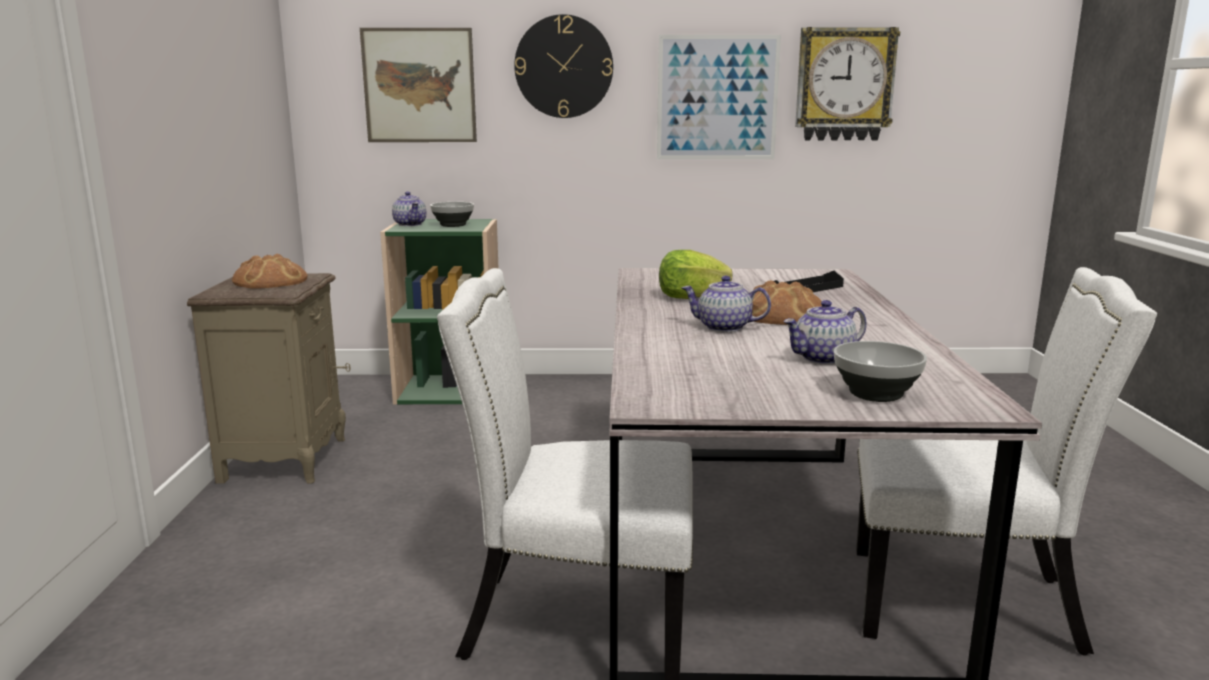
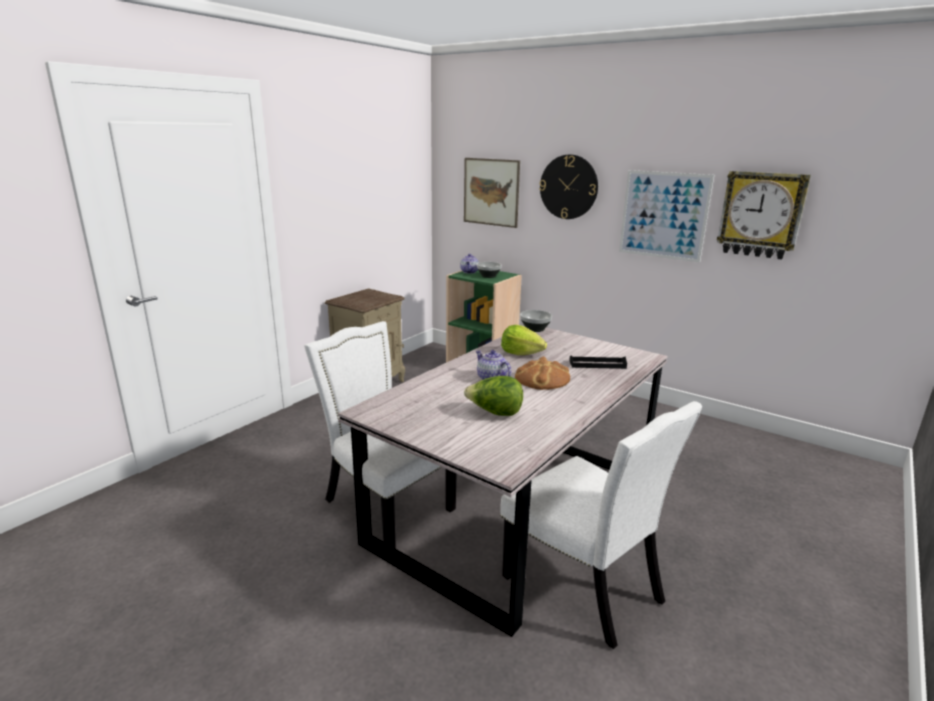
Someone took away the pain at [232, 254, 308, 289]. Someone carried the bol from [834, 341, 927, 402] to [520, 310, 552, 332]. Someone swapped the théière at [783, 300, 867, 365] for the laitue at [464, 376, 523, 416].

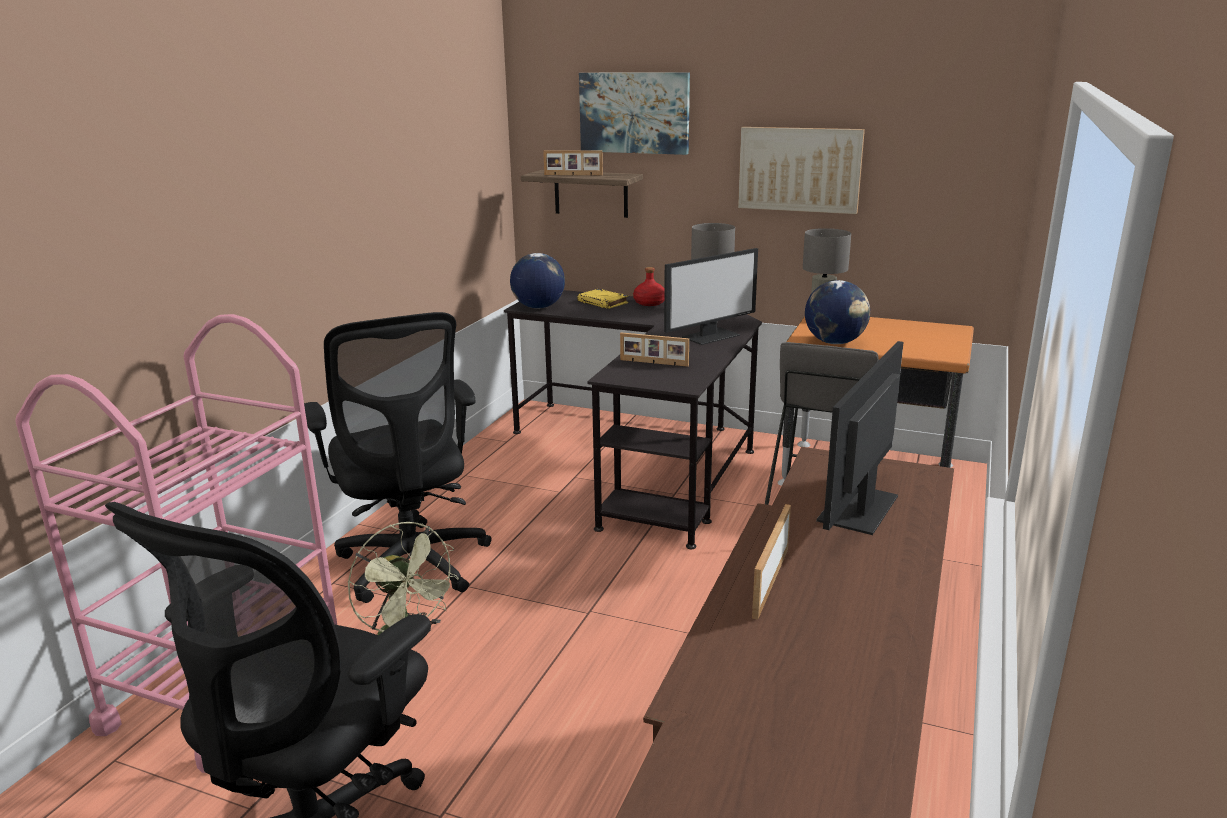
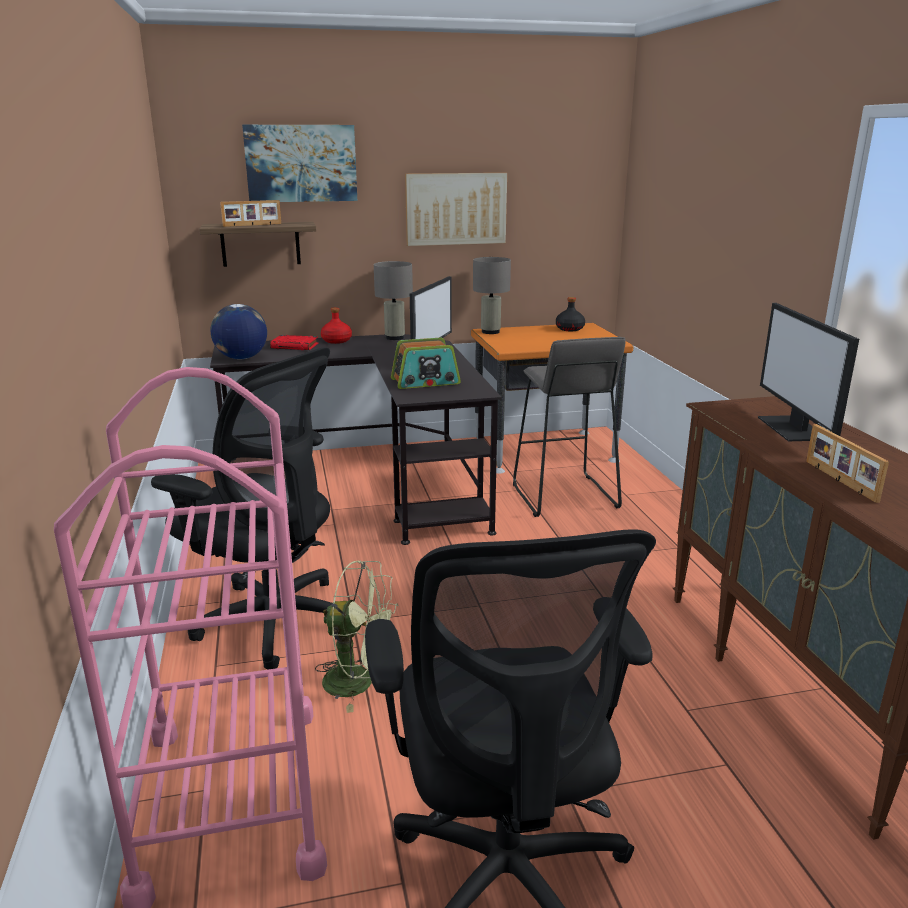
Someone took away the globe at [805, 280, 870, 344]. Someone put down the bouteille [noir] at [556, 297, 585, 331]. Someone swapped the cadre photo at [620, 332, 689, 367] for the radio at [391, 337, 461, 389]. Someone repainted the livre [jaune] at [577, 289, 628, 309], which became the livre [rouge] at [270, 335, 318, 350].

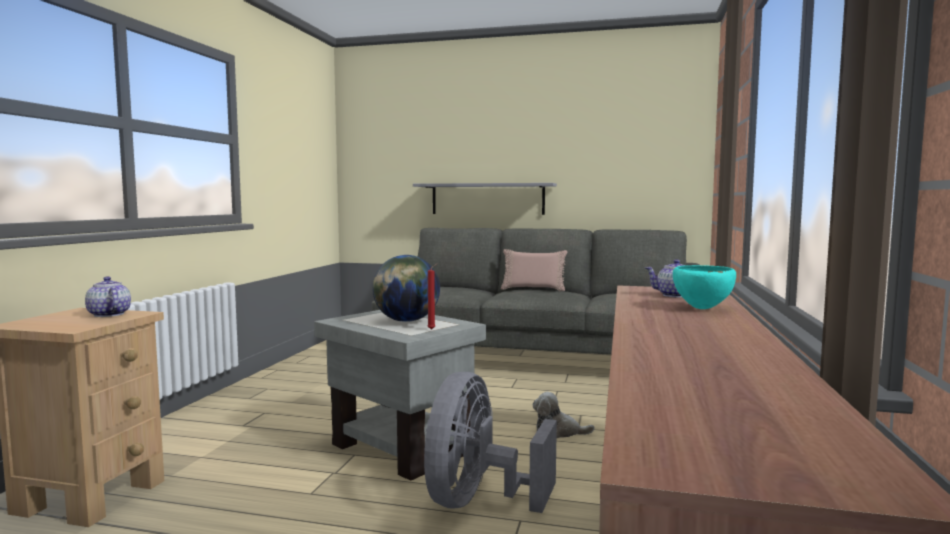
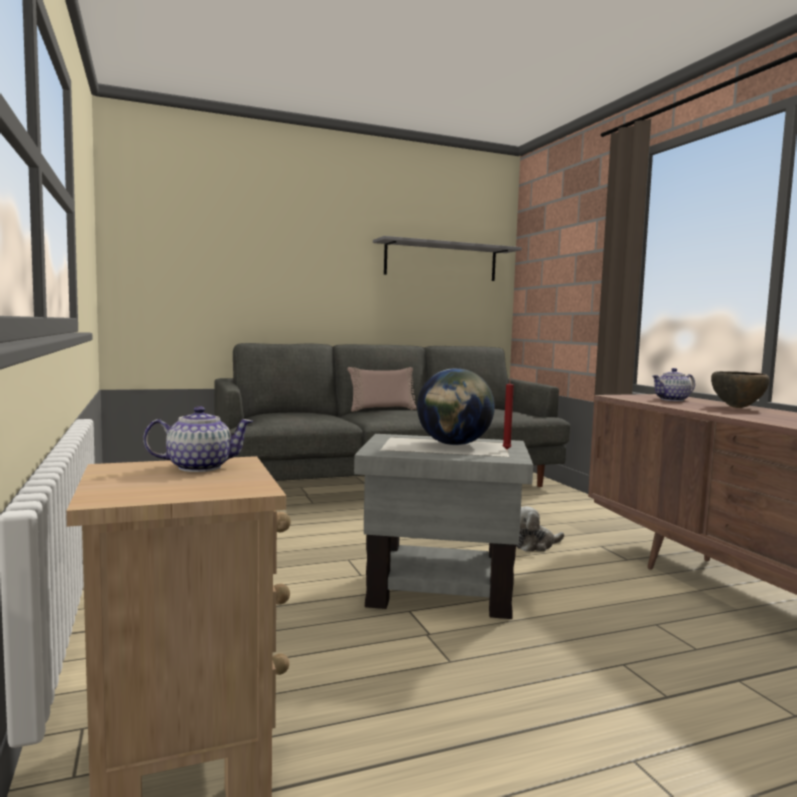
Someone took away the ventilateur [gris] at [424, 372, 557, 513]. Someone carried the étagère [gris] from [413, 183, 557, 215] to [373, 236, 522, 281]. Someone repainted the bol [turquoise] at [673, 265, 736, 309], which became the bol [marron] at [711, 371, 770, 408]. Someone rotated the théière at [85, 276, 131, 317] by 150 degrees clockwise.

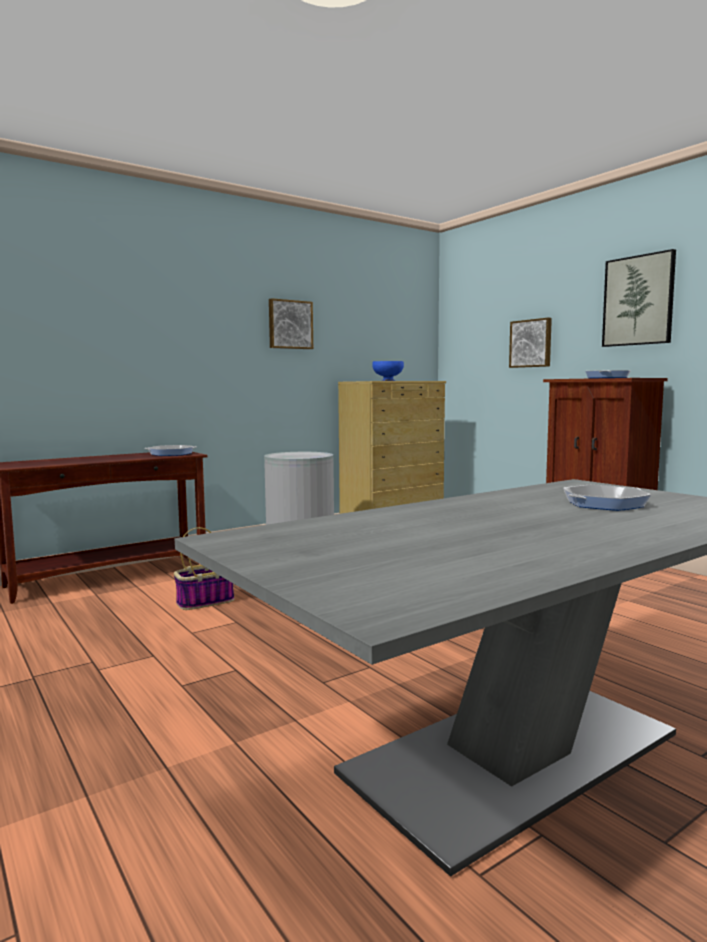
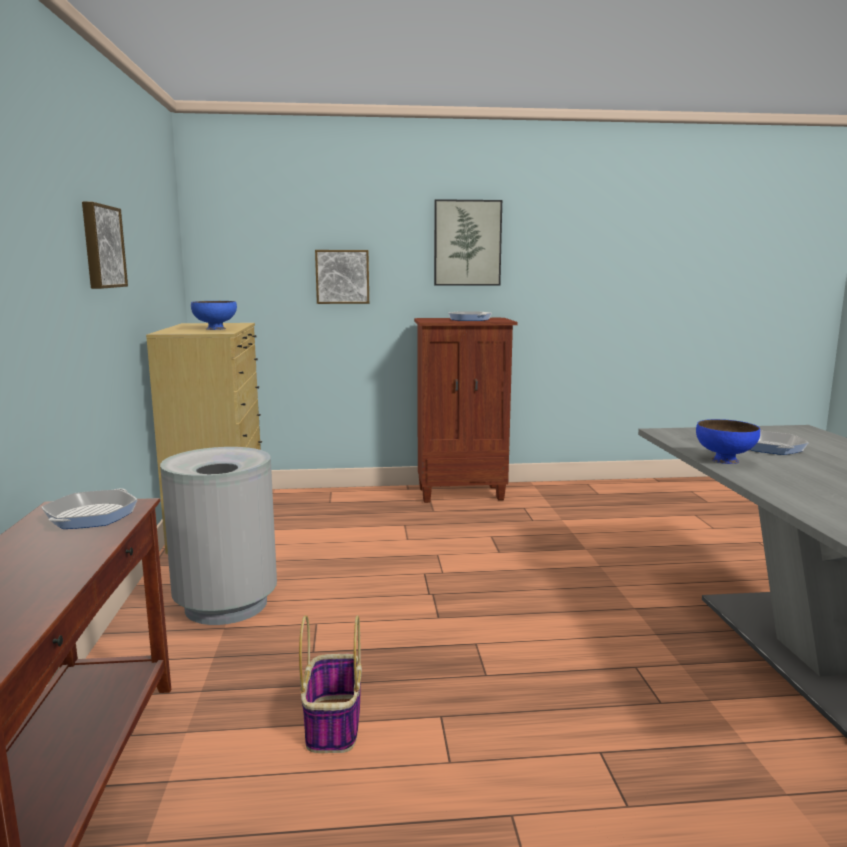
Someone put down the bol [bleu] at [696, 419, 760, 464].

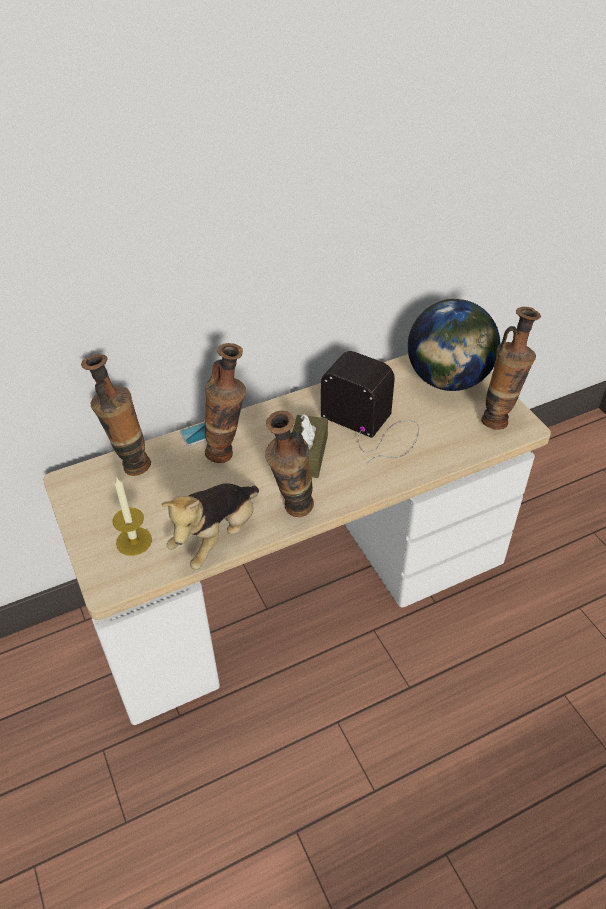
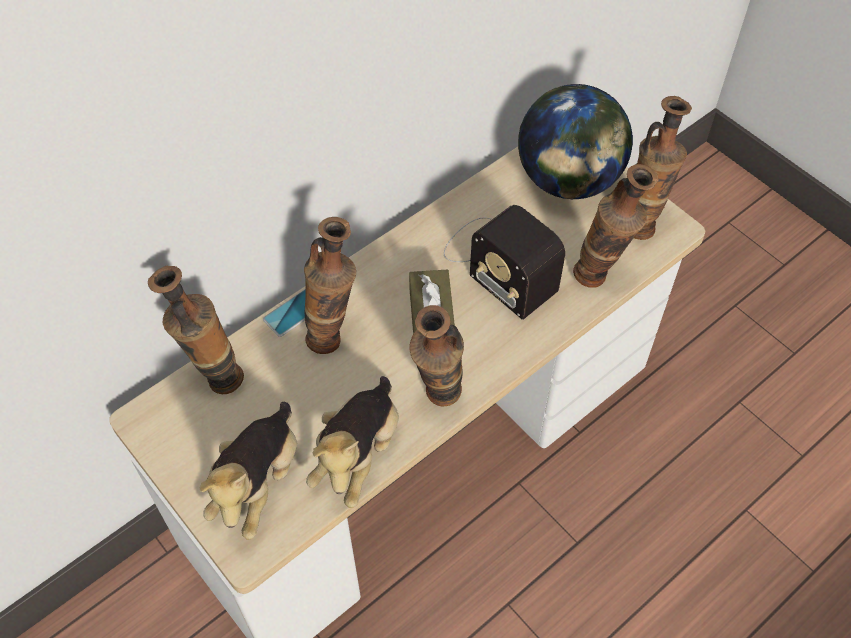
Someone put down the vase at [573, 164, 659, 288]. Someone swapped the bougie at [112, 478, 152, 556] for the peluche at [200, 402, 297, 540]. Someone rotated the radio at [321, 351, 419, 464] by 150 degrees counterclockwise.

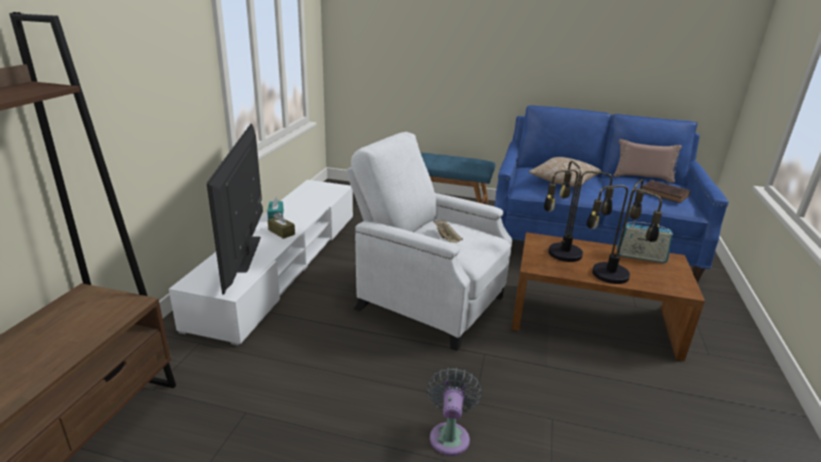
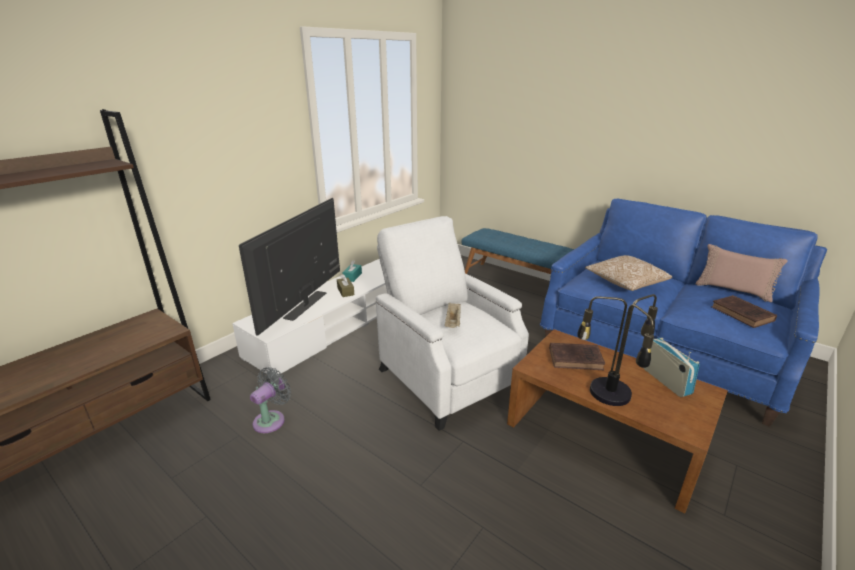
Someone carried the ventilateur [gris] from [427, 368, 482, 456] to [250, 367, 291, 433]. Someone swapped the lampe de table at [544, 161, 614, 262] for the livre [marron] at [549, 343, 605, 370]. Someone rotated the radio at [617, 219, 673, 263] by 150 degrees counterclockwise.

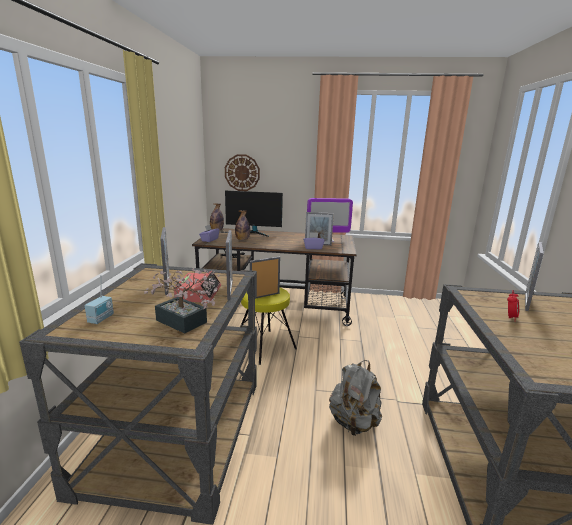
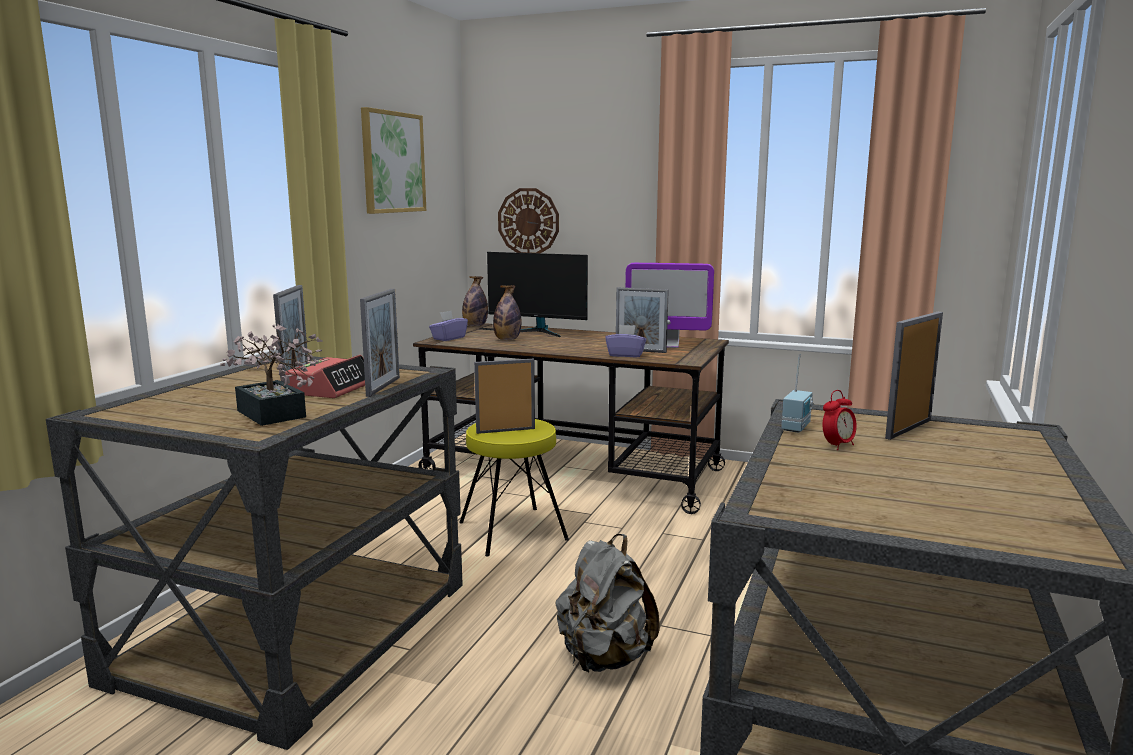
Someone put up the tableau at [361, 107, 426, 214]. Someone carried the radio from [84, 275, 114, 324] to [781, 354, 814, 432].

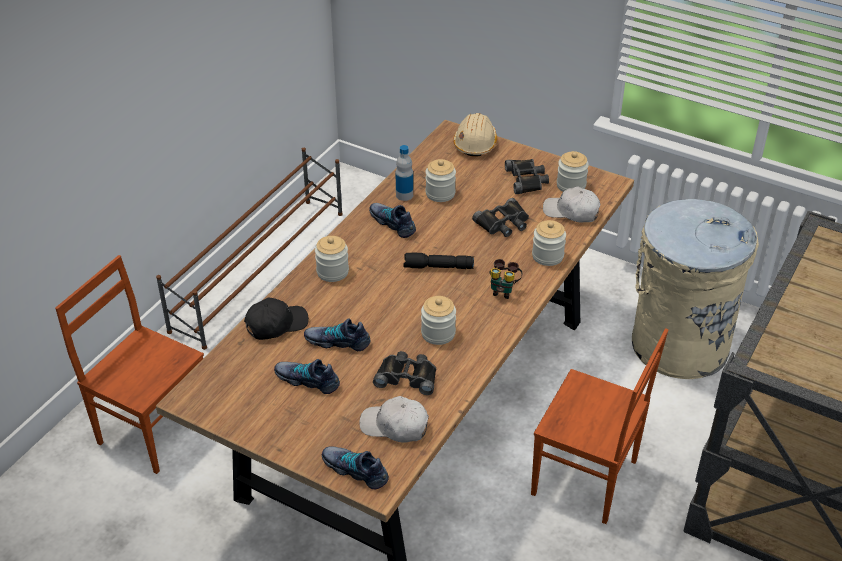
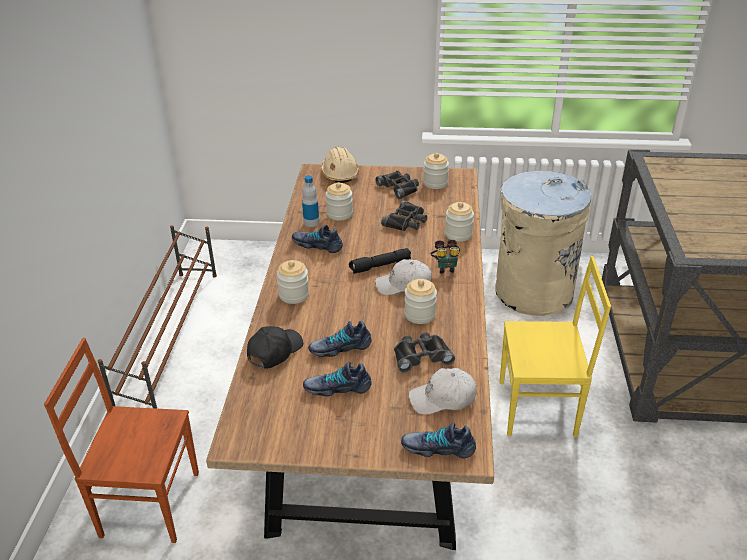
Someone carried the casquette [blanc] from [543, 187, 601, 223] to [375, 259, 432, 295]. Someone repainted the chaise [marron] at [531, 328, 668, 524], which became the chaise [jaune] at [500, 256, 611, 437].

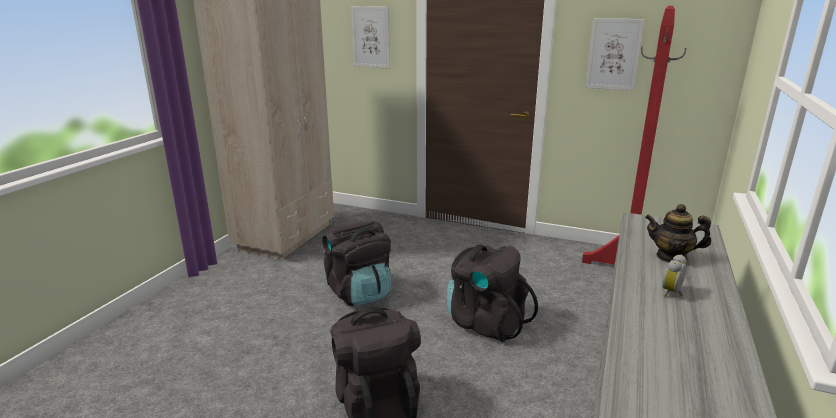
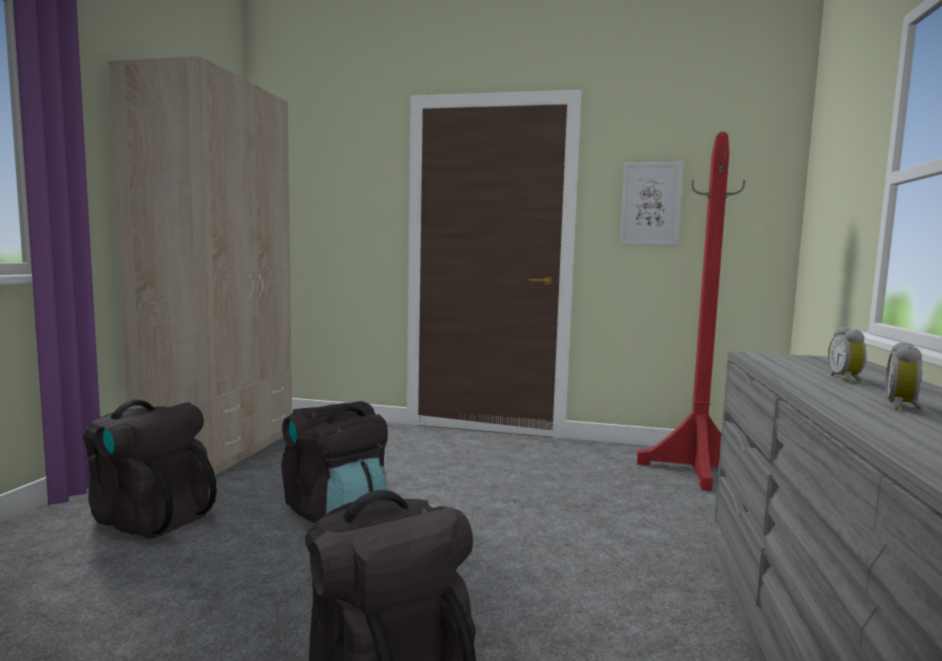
Someone took away the tableau at [351, 6, 390, 69]. Someone carried the sac à dos [noir] from [447, 245, 538, 342] to [83, 400, 217, 539]. Someone swapped the théière at [645, 204, 711, 263] for the réveil at [828, 327, 867, 383].

